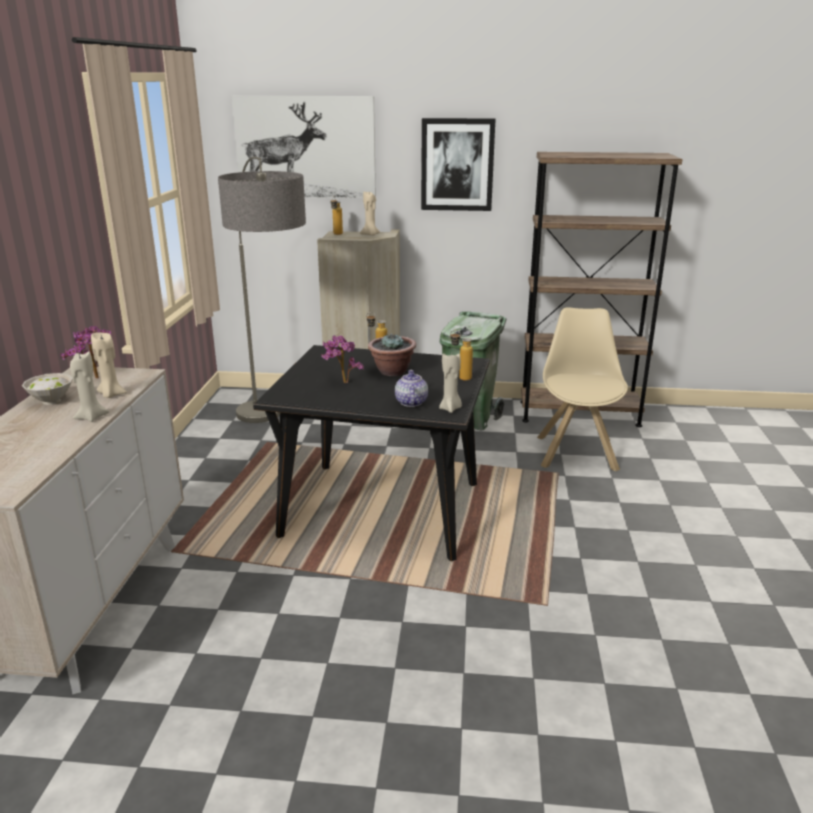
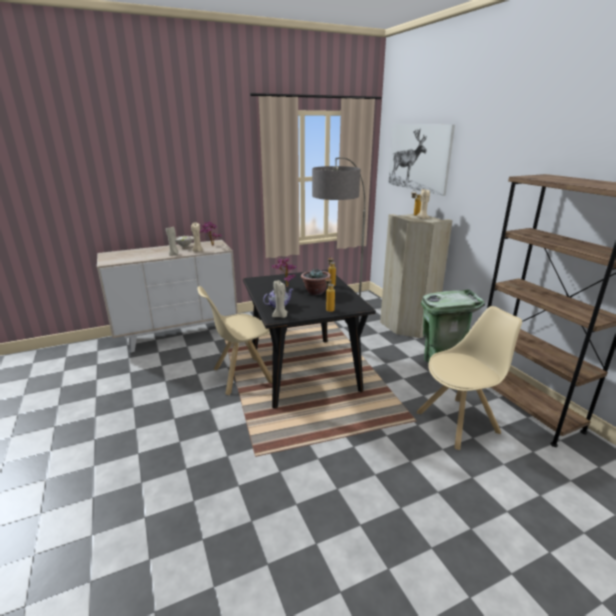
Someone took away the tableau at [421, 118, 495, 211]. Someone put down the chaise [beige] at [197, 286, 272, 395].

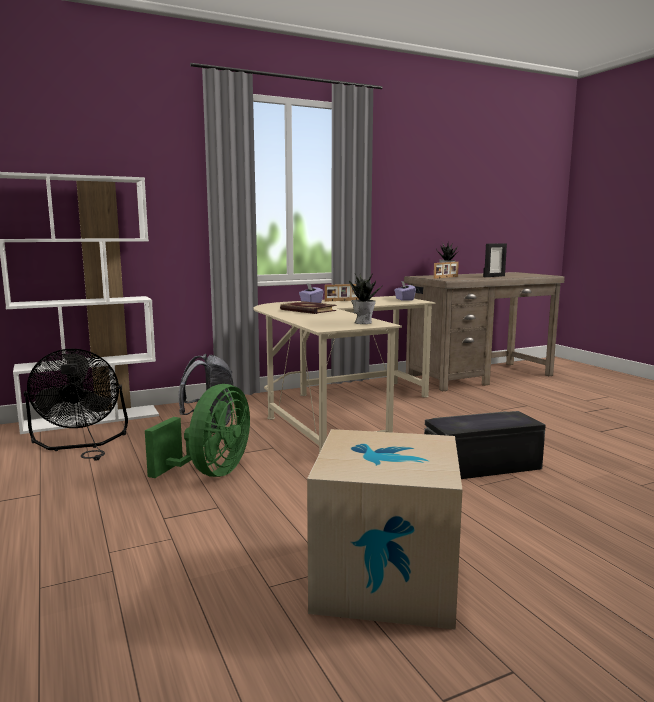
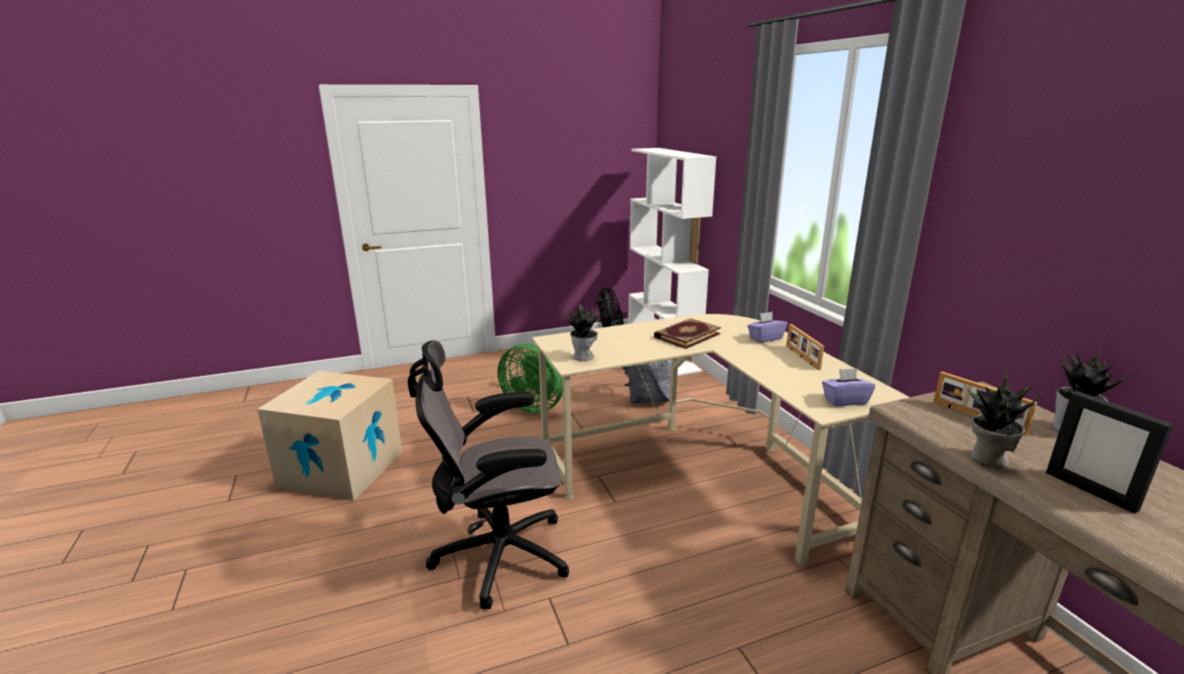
Someone put down the plante en pot at [964, 370, 1042, 469]. Someone swapped the boîte de rangement [noir] at [424, 411, 546, 479] for the chaise de bureau at [408, 341, 569, 609].

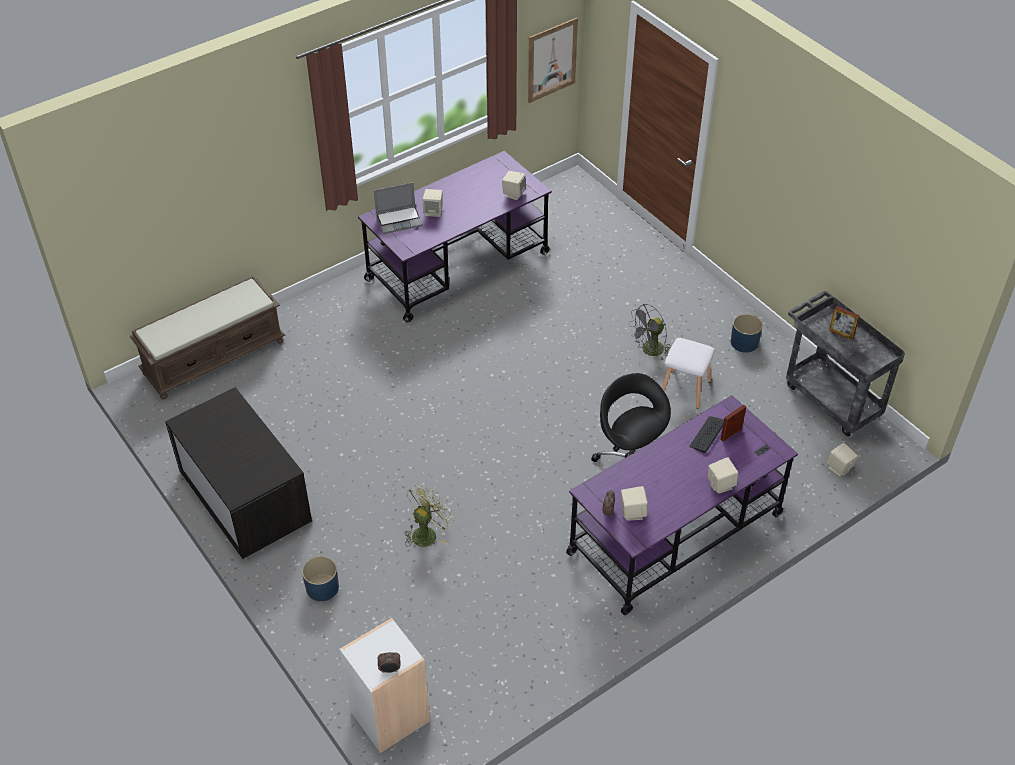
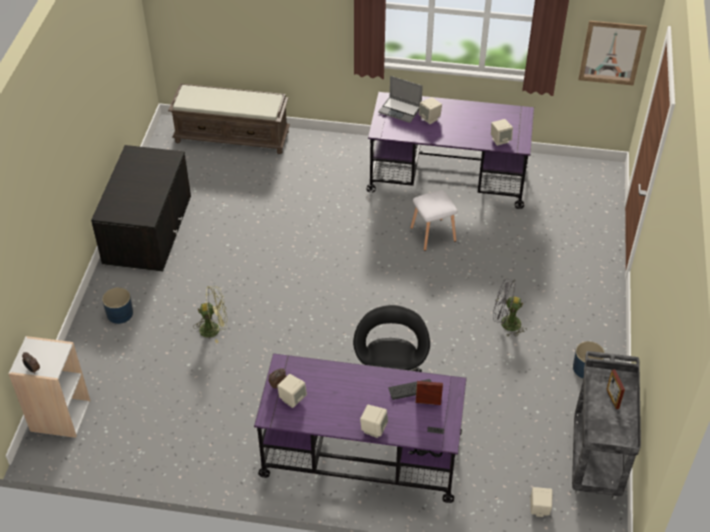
Someone carried the tabouret [blanc] from [662, 338, 715, 409] to [410, 190, 458, 251].

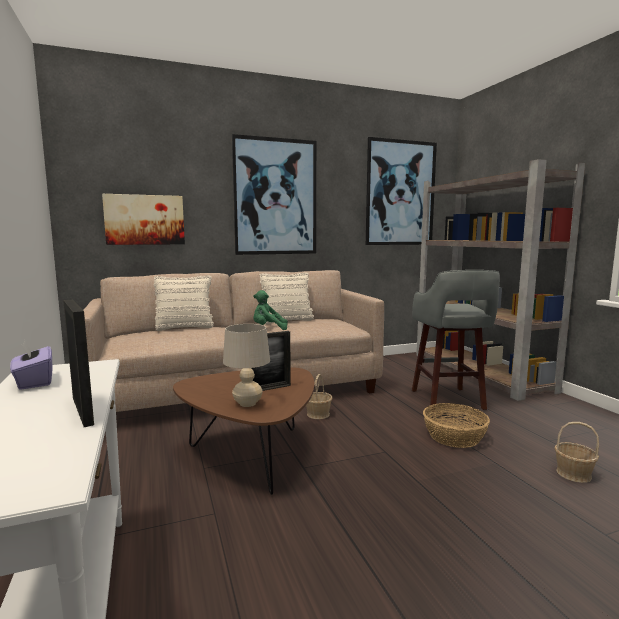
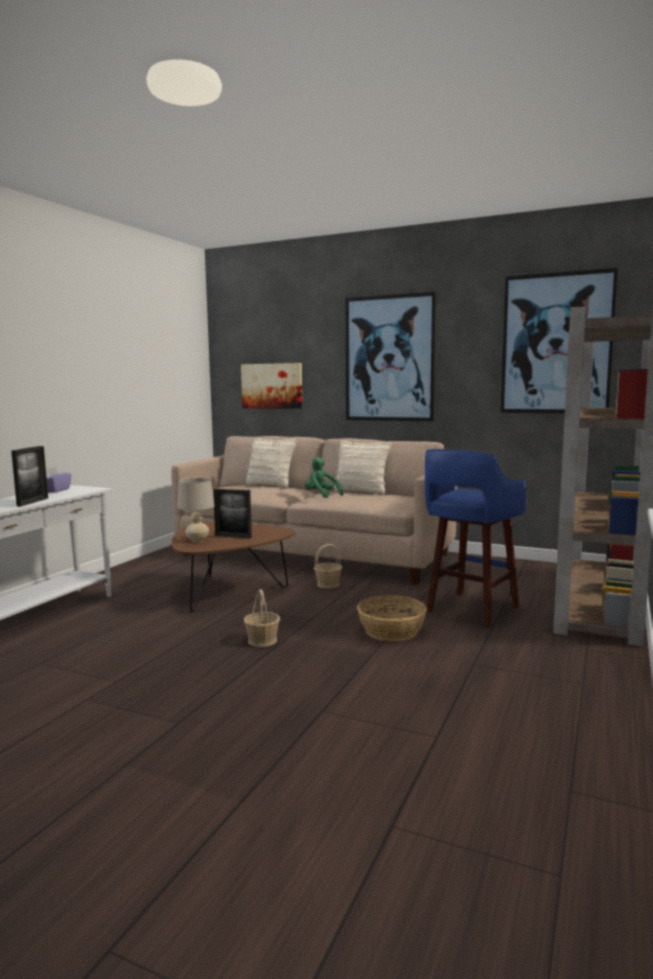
Someone carried the panier from [554, 422, 599, 483] to [244, 589, 280, 647]. Someone repainted the tabouret [gris] at [412, 270, 500, 412], which became the tabouret [bleu] at [425, 449, 527, 627].

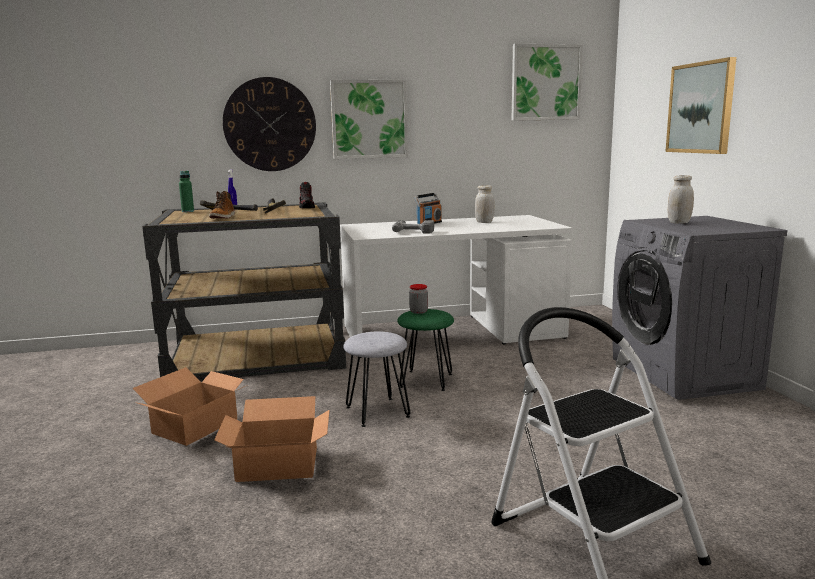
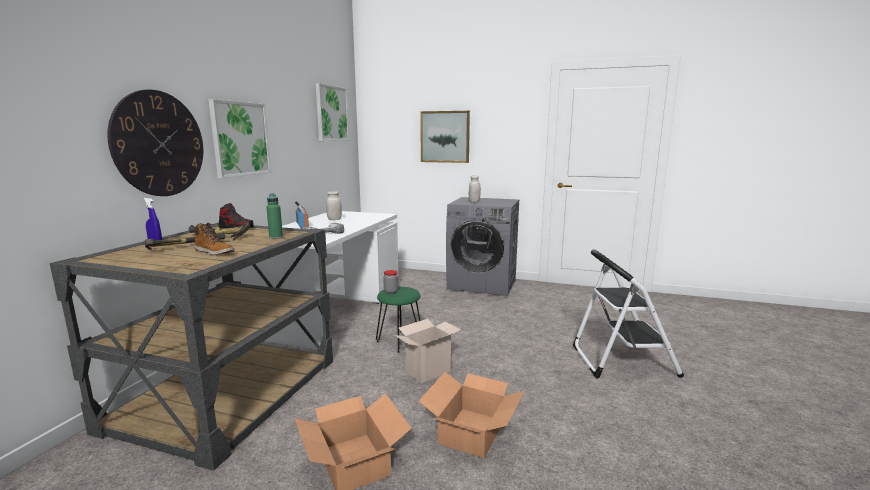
Someone carried the bouteille [vert] from [179, 171, 194, 212] to [266, 193, 283, 239]. Someone swapped the tabouret [gris] at [343, 331, 410, 427] for the carton at [395, 319, 461, 384].

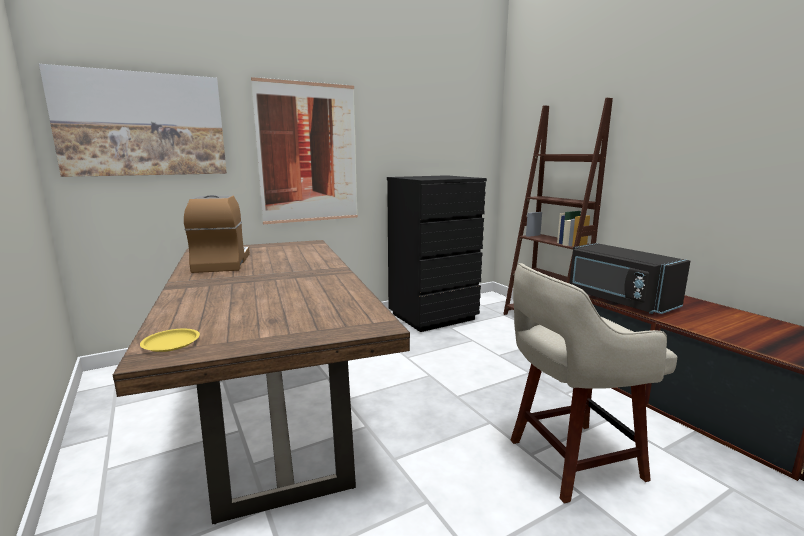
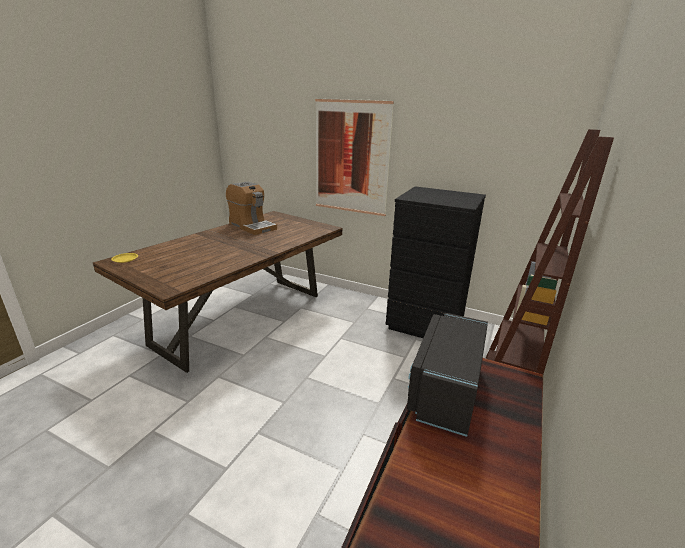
Someone took away the tableau at [39, 64, 227, 177]. Someone took away the tabouret [beige] at [511, 263, 677, 504]. Someone rotated the machine à café at [184, 195, 250, 273] by 90 degrees clockwise.

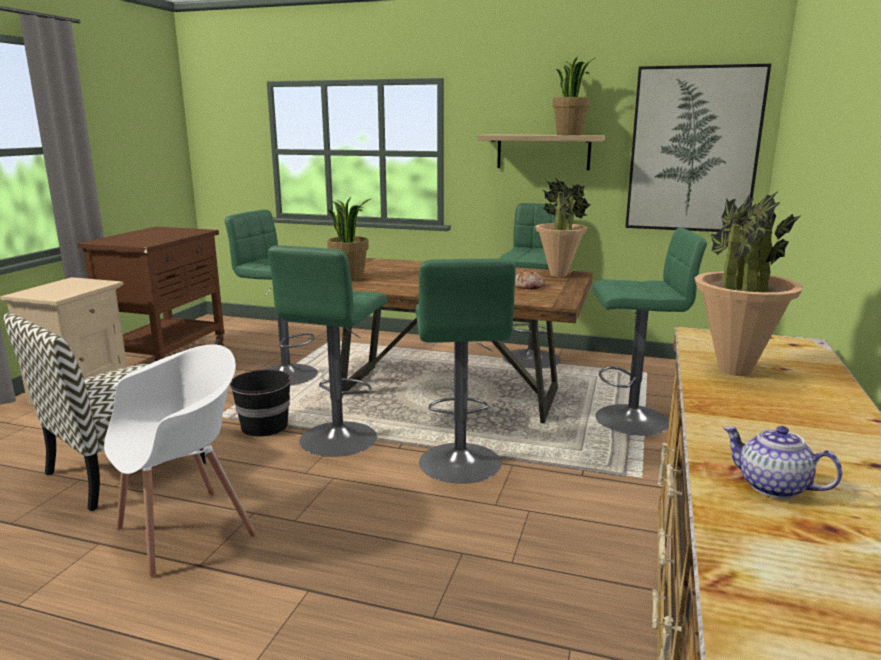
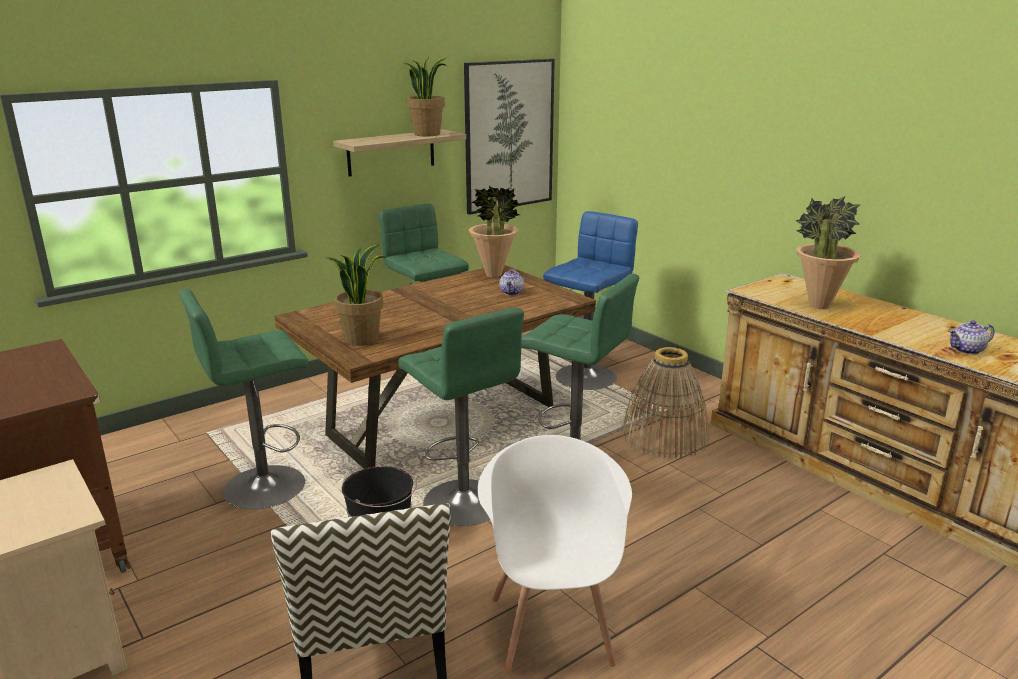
Someone put down the panier at [621, 347, 709, 459]. Someone swapped the pain at [515, 270, 545, 290] for the théière at [499, 269, 524, 295]. Someone repainted the tabouret [vert] at [592, 228, 707, 436], which became the tabouret [bleu] at [543, 211, 638, 390].

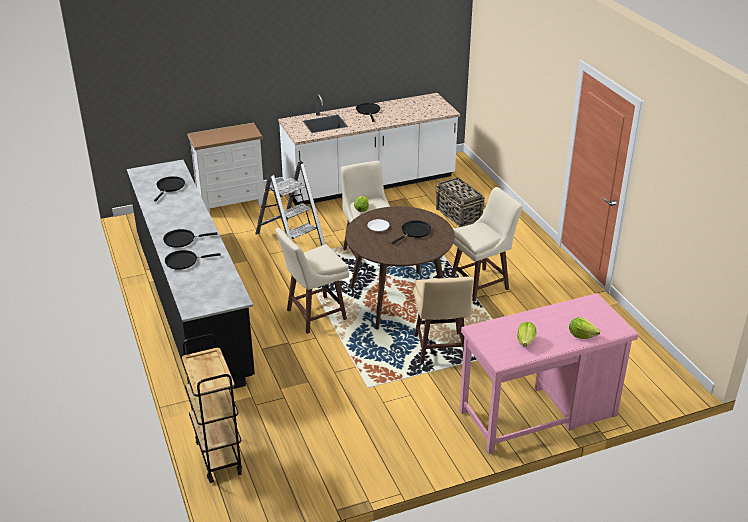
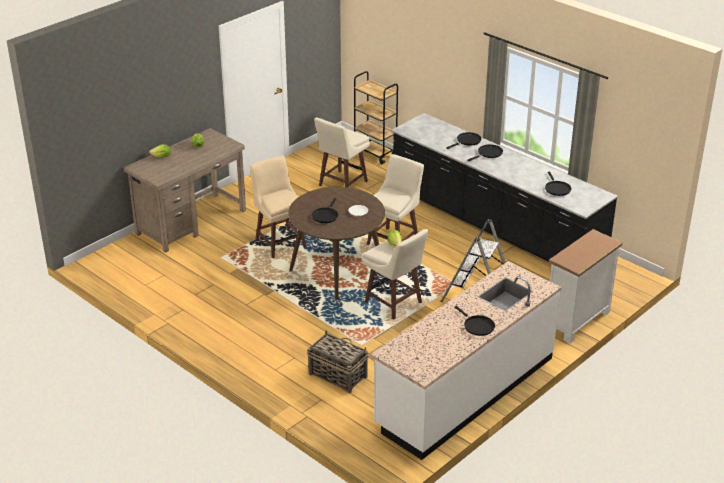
Someone carried the tabouret [beige] from [450, 187, 522, 301] to [314, 118, 370, 187]. Someone repainted the bureau [rose] at [459, 293, 638, 454], which became the bureau [marron] at [124, 128, 246, 253].

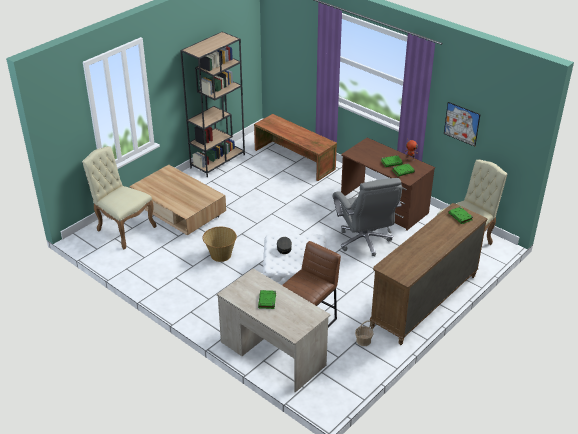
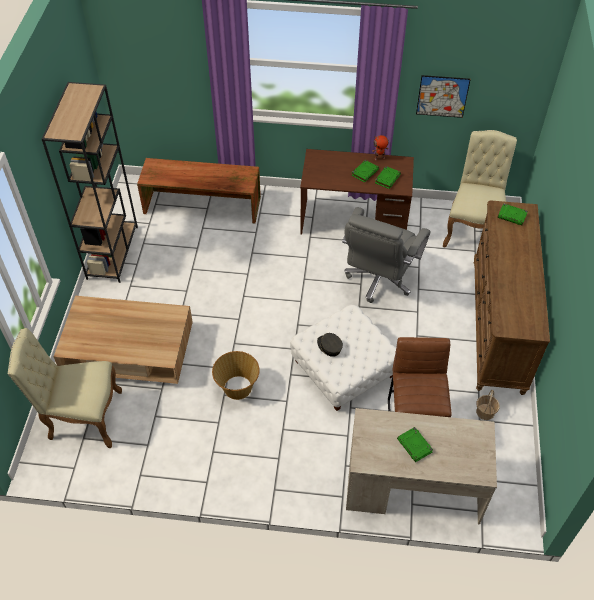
Someone rotated the chaise de bureau [gris] at [333, 178, 402, 256] by 75 degrees clockwise.

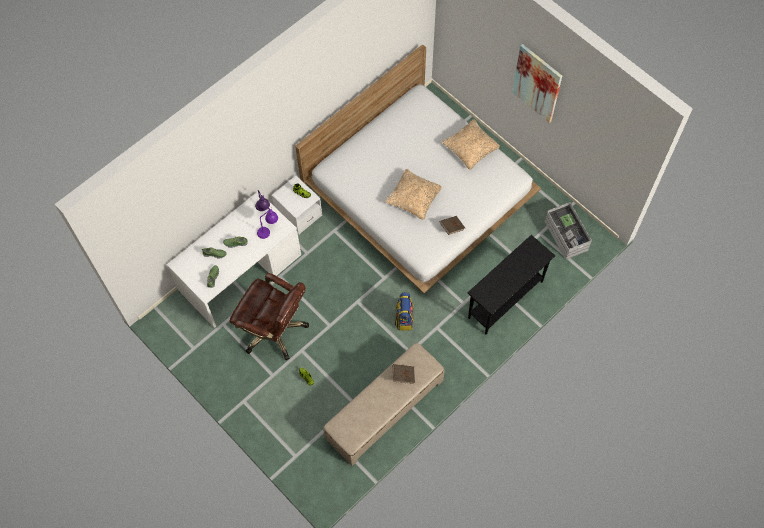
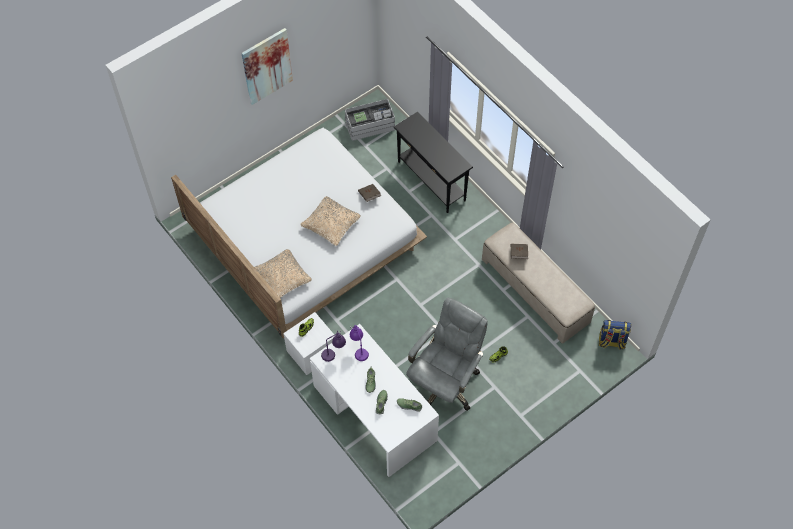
Someone carried the sac à dos from [395, 292, 414, 331] to [599, 320, 631, 350]. Someone carried the coussin [beige] from [442, 119, 500, 170] to [254, 249, 312, 298]. Someone repainted the chaise de bureau [marron] at [230, 273, 309, 360], which became the chaise de bureau [gris] at [406, 297, 488, 411].

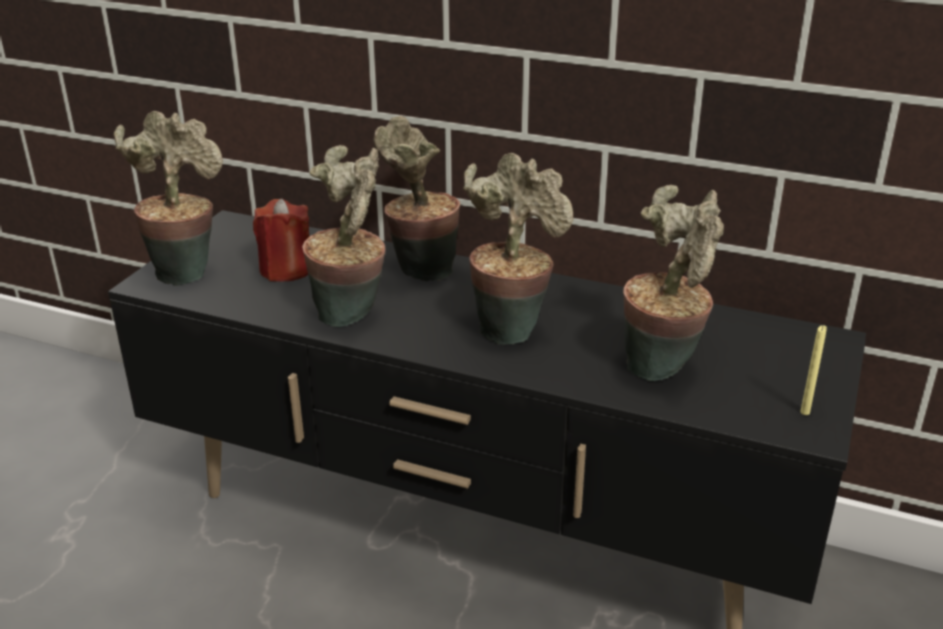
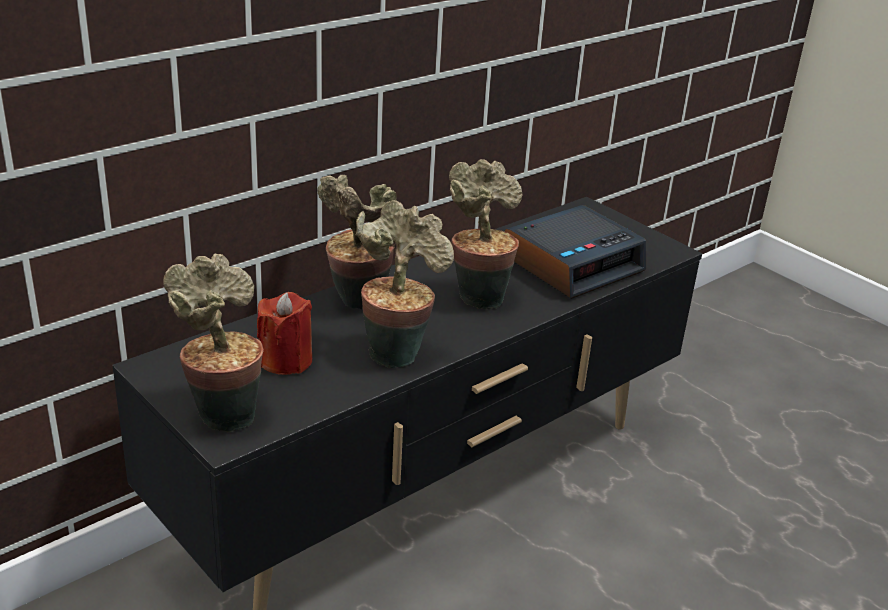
Someone took away the bougie [jaune] at [800, 325, 827, 415]. Someone swapped the plante en pot at [623, 185, 724, 382] for the réveil at [504, 205, 646, 299].

